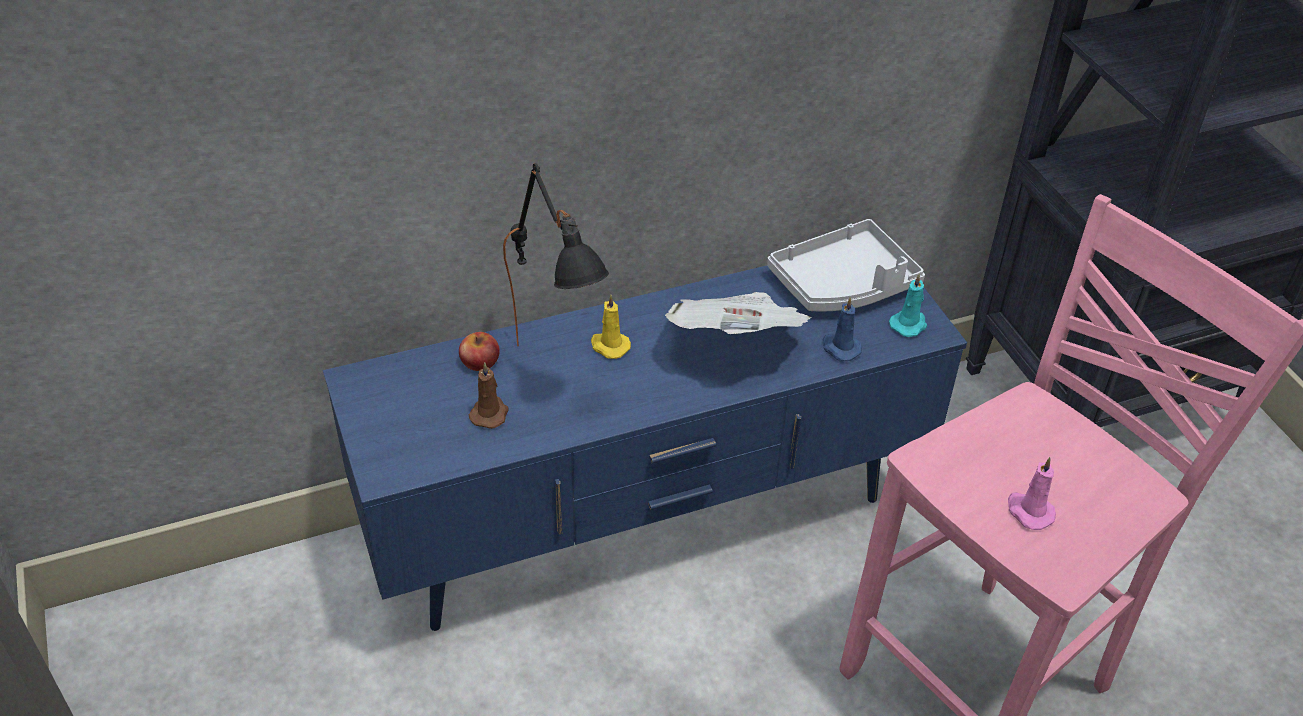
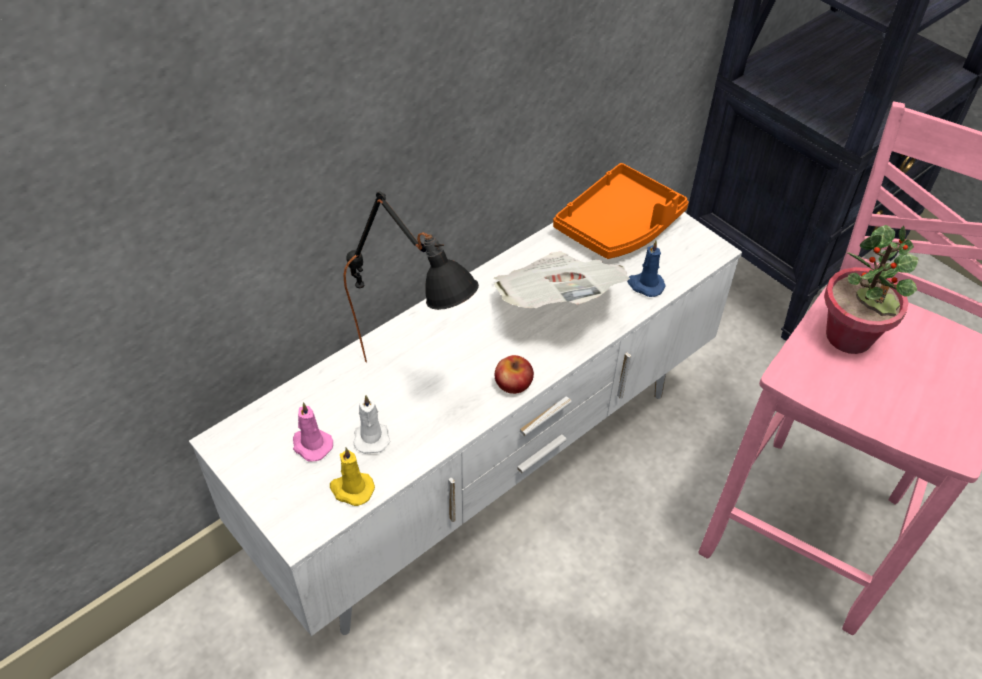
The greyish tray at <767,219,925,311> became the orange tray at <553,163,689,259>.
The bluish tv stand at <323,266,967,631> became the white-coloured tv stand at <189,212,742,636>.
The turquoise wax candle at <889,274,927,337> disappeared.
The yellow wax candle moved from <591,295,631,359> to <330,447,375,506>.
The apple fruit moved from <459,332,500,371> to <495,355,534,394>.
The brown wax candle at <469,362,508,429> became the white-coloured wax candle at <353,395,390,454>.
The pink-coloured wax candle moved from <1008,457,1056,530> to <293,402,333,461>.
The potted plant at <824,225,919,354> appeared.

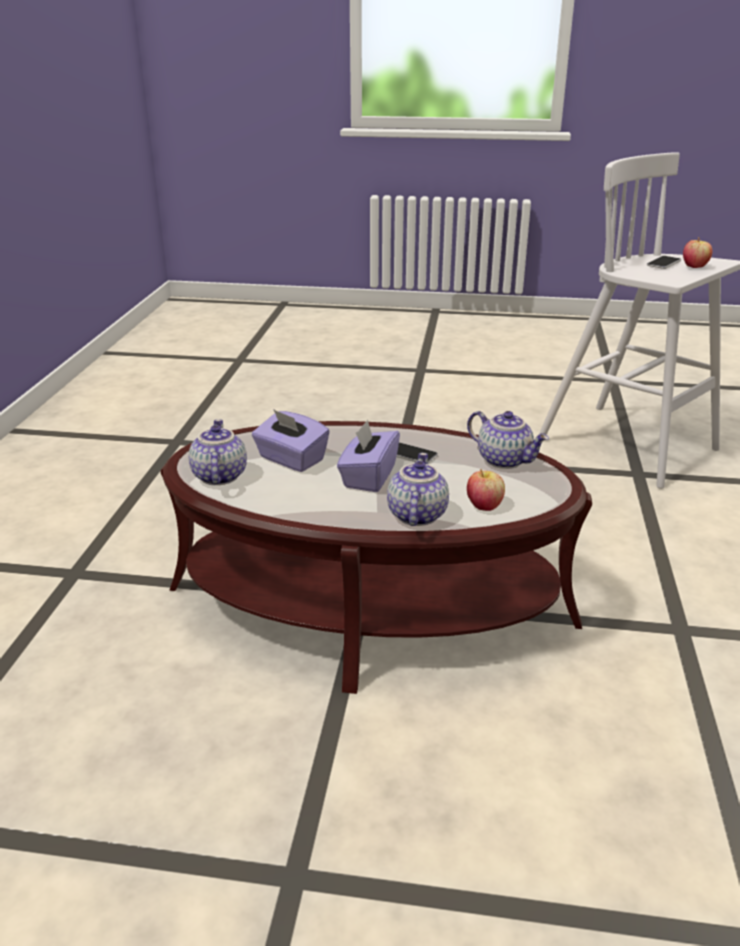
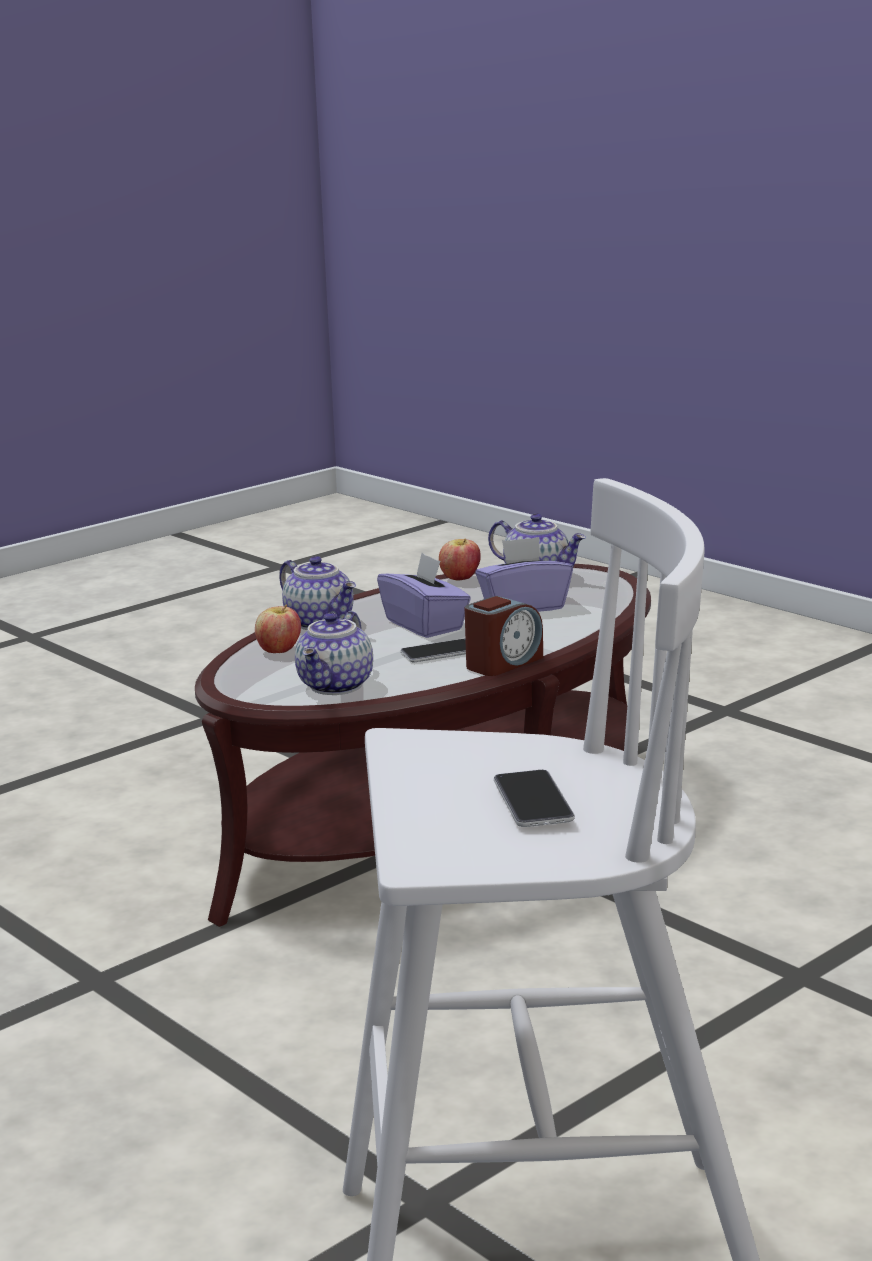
The apple fruit moved from <683,237,712,268> to <439,539,481,580>.
The pot for tea at <467,411,549,469> turned 60 degrees counterclockwise.
The table clock at <465,596,543,676> appeared.

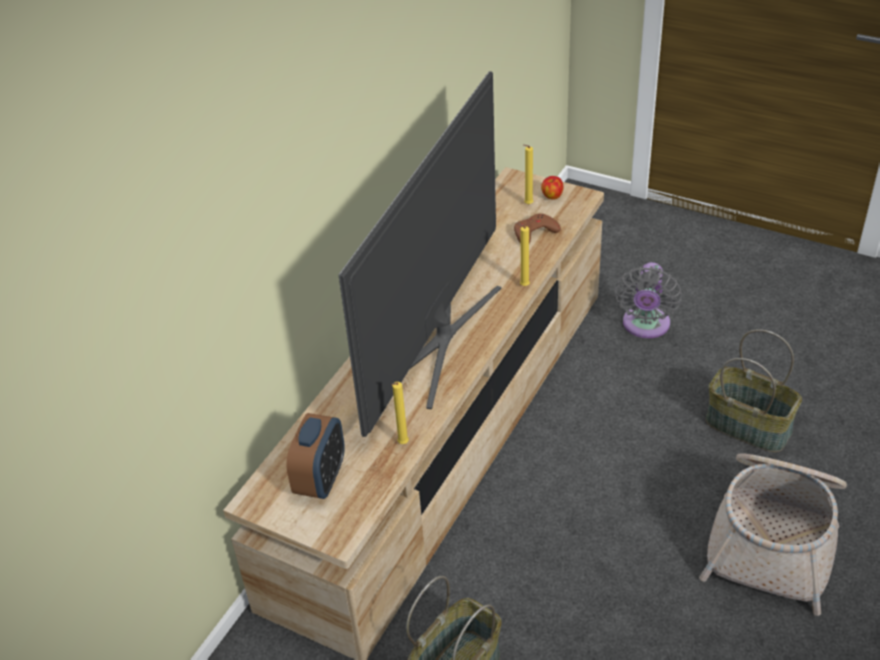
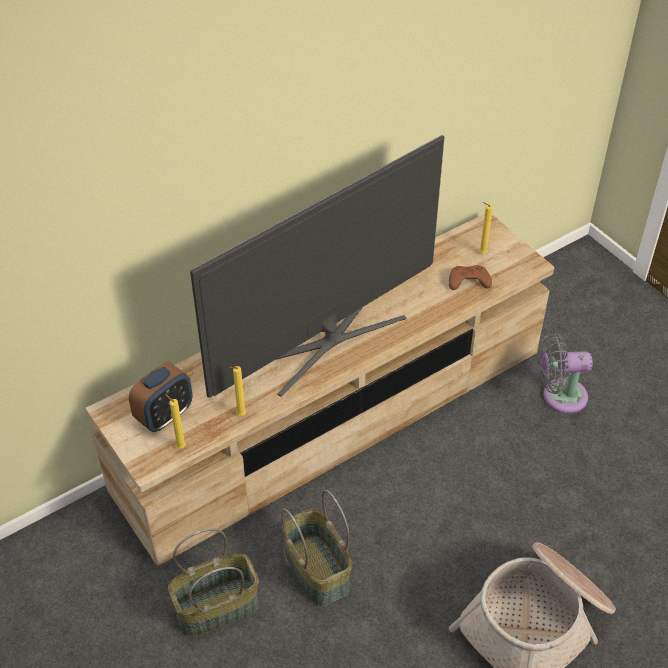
The apple fruit at <541,176,563,200> disappeared.
The yellow wax candle moved from <517,223,530,286> to <165,394,186,449>.
The greyish electric fan at <615,262,682,338> turned 45 degrees clockwise.
The storage basket moved from <706,329,802,452> to <281,490,352,606>.

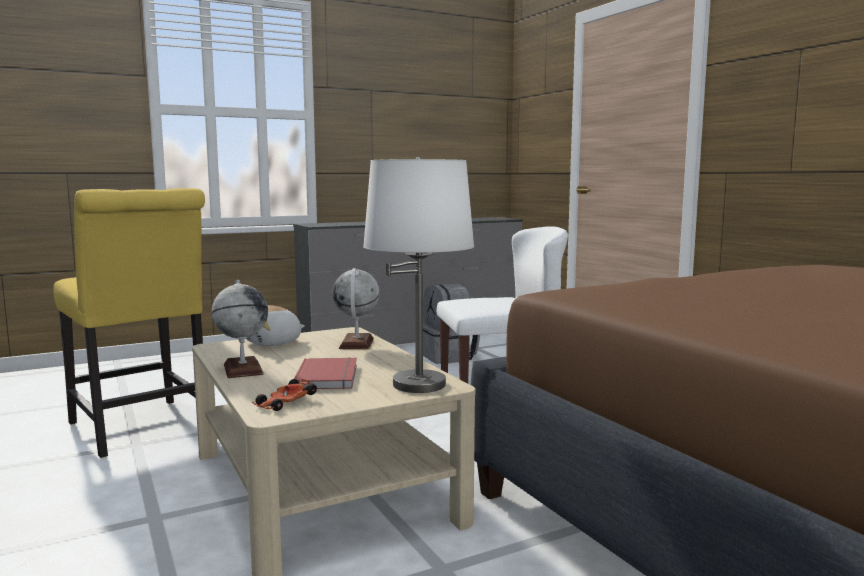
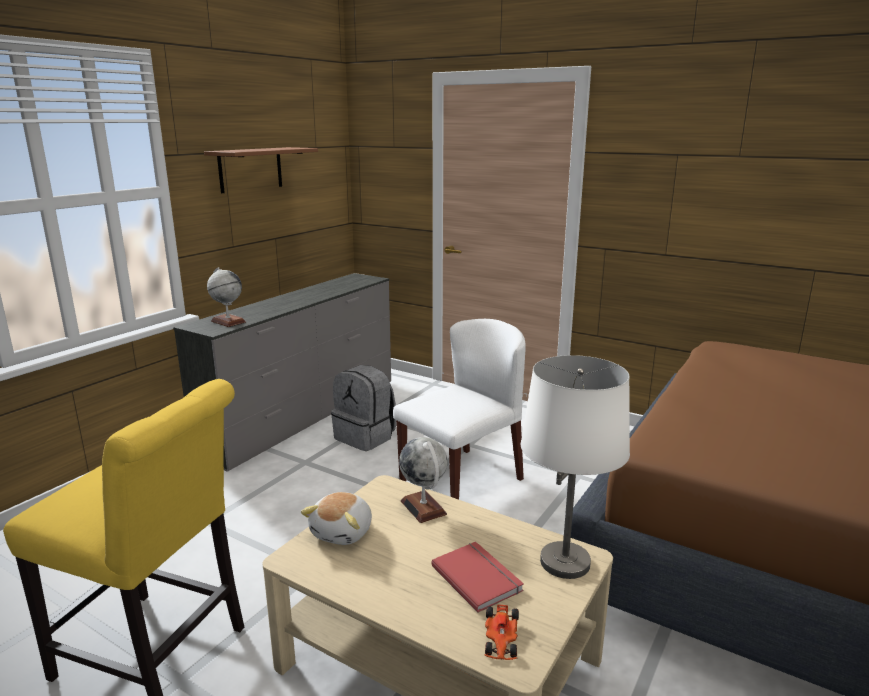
The desk globe moved from <212,280,268,378> to <207,267,246,327>.
The brown bracket shelf at <204,147,318,193> appeared.

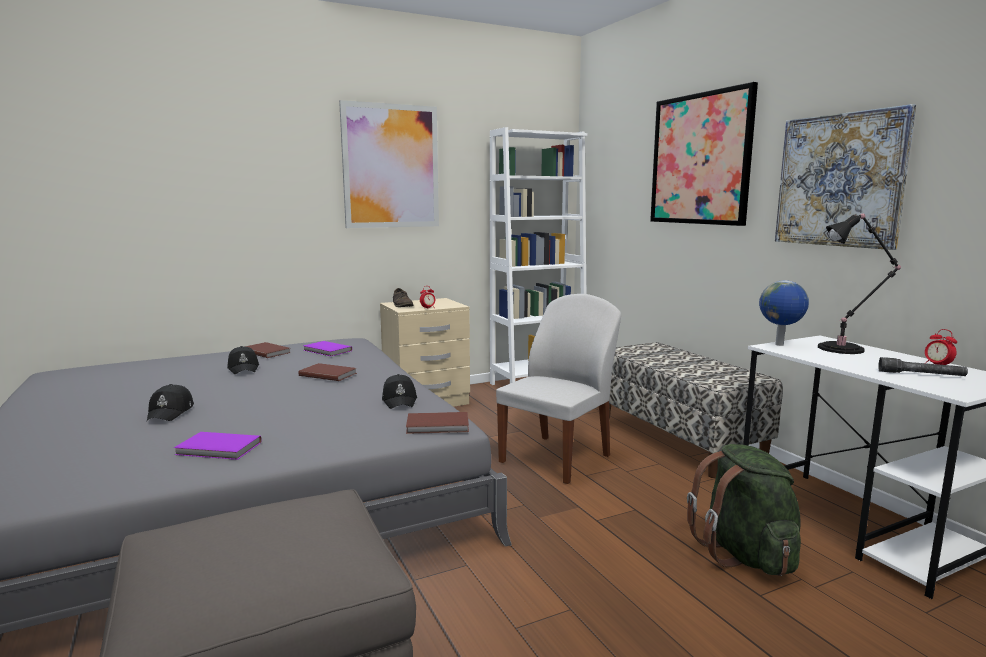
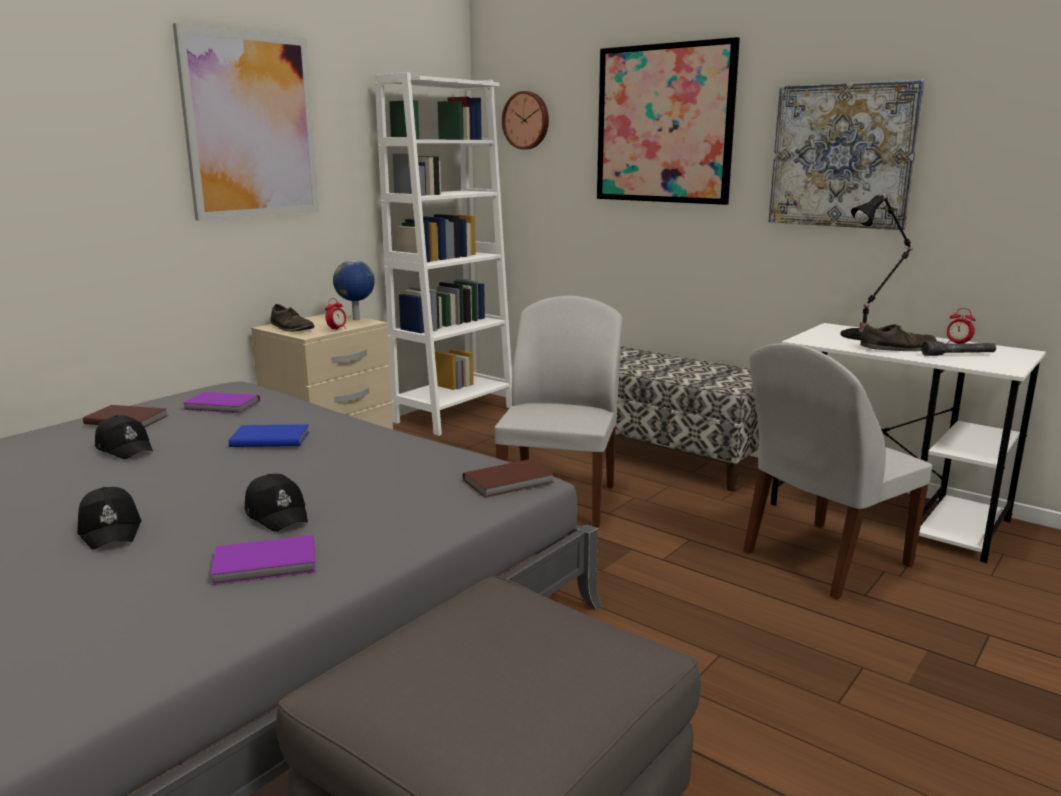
The desk globe moved from <759,280,809,346> to <333,260,375,320>.
The brown book at <298,363,357,381> became the bluish book at <229,424,309,447>.
The blackish baseball cap moved from <382,374,417,409> to <245,474,308,532>.
The green rucksack at <687,444,801,576> was replaced by the white-coloured plain chair at <743,344,932,599>.
The wall clock at <502,91,549,149> appeared.
The brown item of footwear at <860,324,937,351> appeared.

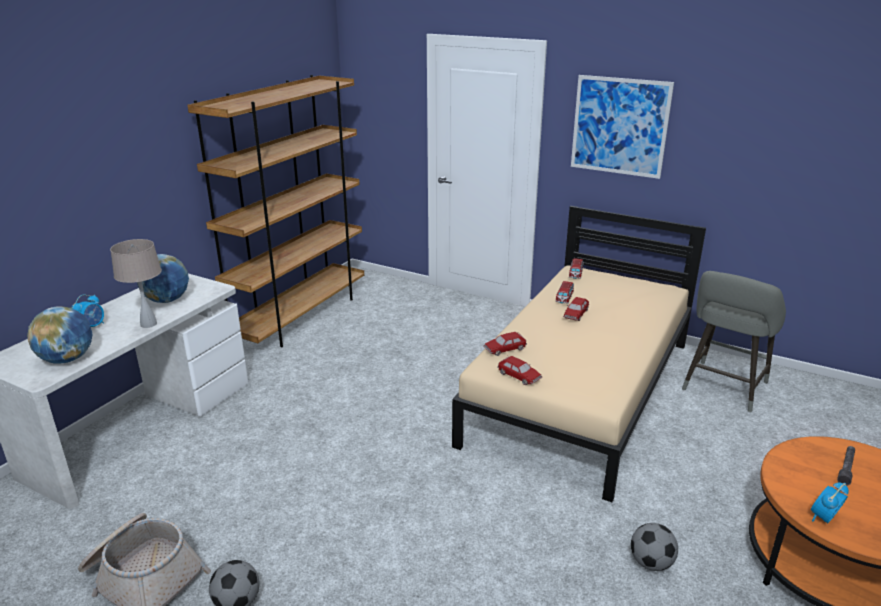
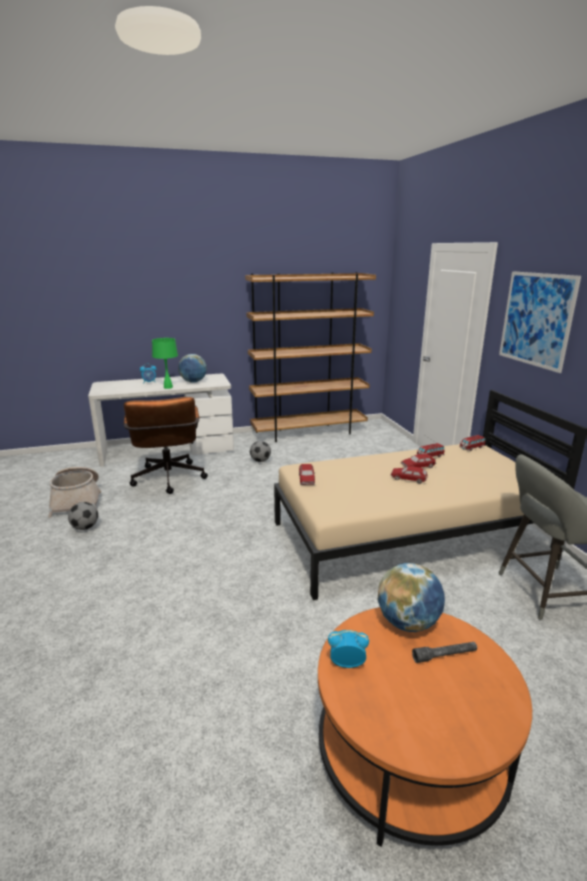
The beige lamp for a table at <110,239,162,328> became the green lamp for a table at <152,338,178,389>.
The desk globe moved from <27,306,93,363> to <378,563,445,632>.
The model car moved from <483,332,527,356> to <391,466,428,484>.
The football ball moved from <631,523,678,571> to <250,441,271,462>.
The brown office chair at <124,397,208,494> appeared.

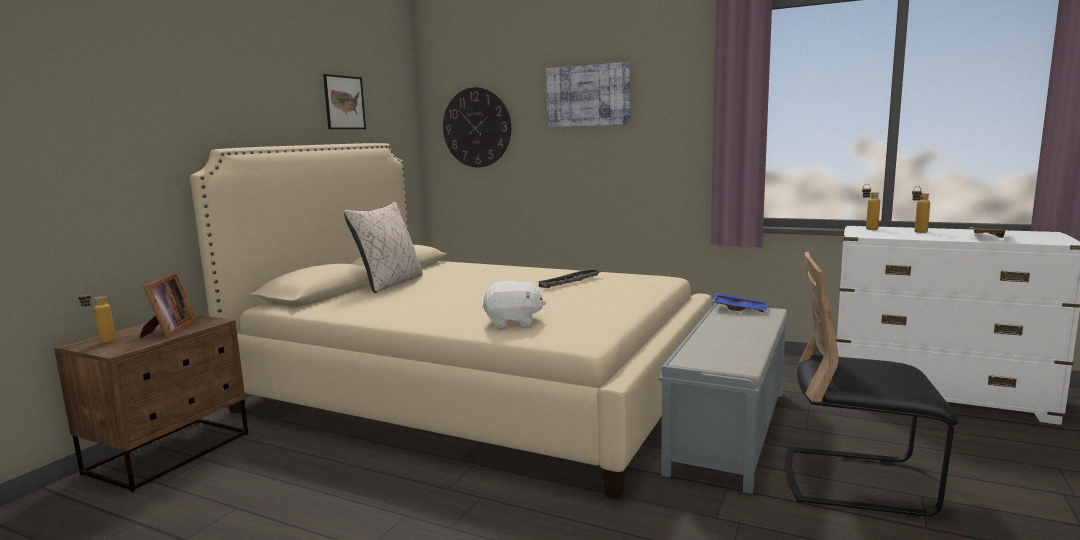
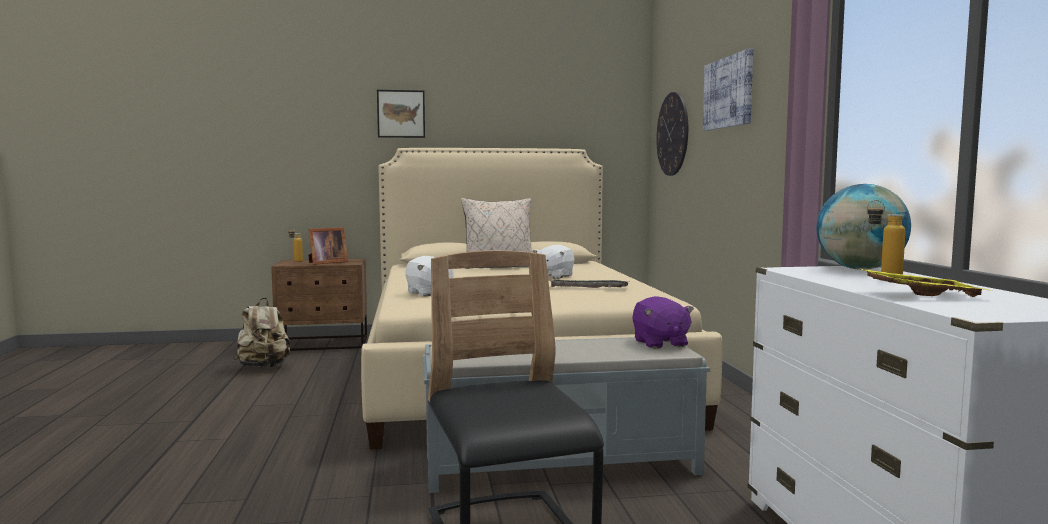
The wall art moved from <323,74,366,129> to <377,90,425,138>.
The bottle at <862,184,880,230> was replaced by the desk globe at <816,184,911,270>.
The bluish tray at <712,293,768,313> was replaced by the purple-coloured soft toy at <632,296,694,349>.
The white-coloured soft toy at <533,245,575,279> appeared.
The beige rucksack at <233,298,291,368> appeared.

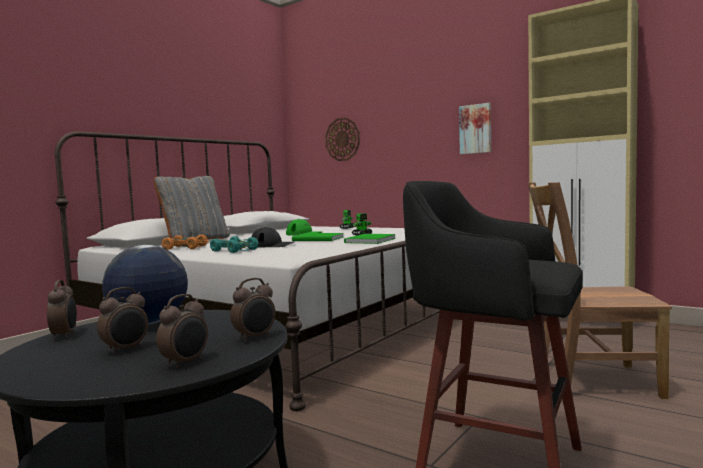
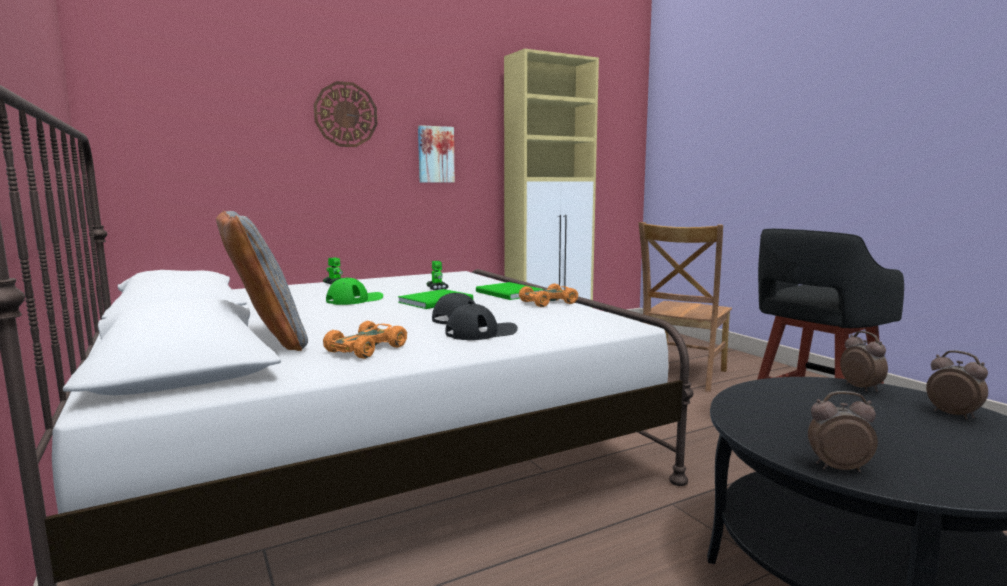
The wall clock moved from <325,117,360,161> to <314,81,378,147>.
The turquoise model car at <210,236,258,253> was replaced by the blackish baseball cap at <446,304,518,340>.
The desk globe at <102,245,188,324> disappeared.
The table clock at <97,287,148,354> disappeared.
The orange model car at <519,284,578,307> appeared.

